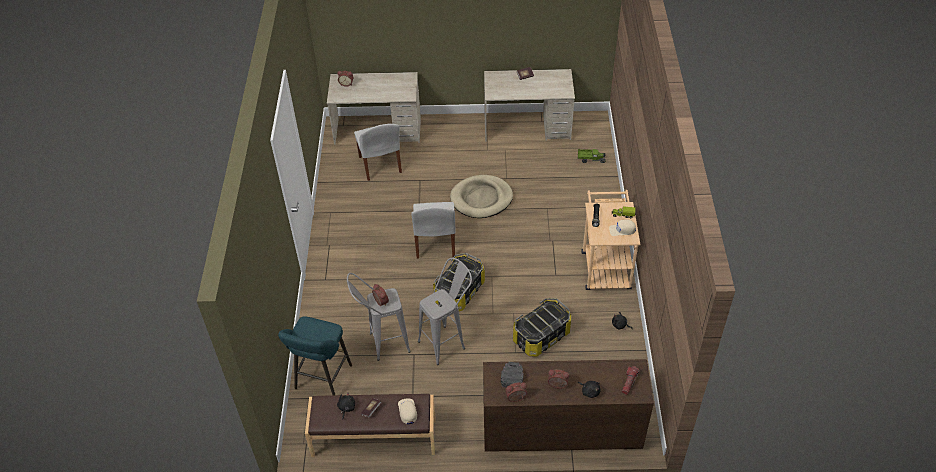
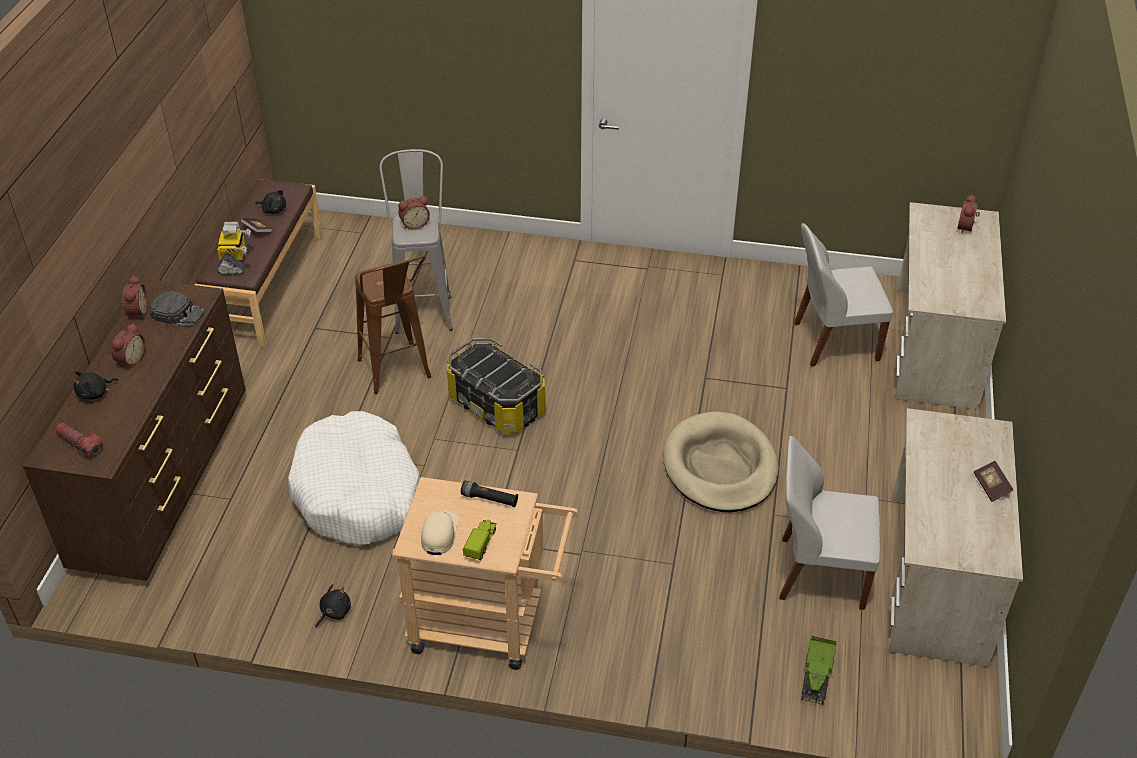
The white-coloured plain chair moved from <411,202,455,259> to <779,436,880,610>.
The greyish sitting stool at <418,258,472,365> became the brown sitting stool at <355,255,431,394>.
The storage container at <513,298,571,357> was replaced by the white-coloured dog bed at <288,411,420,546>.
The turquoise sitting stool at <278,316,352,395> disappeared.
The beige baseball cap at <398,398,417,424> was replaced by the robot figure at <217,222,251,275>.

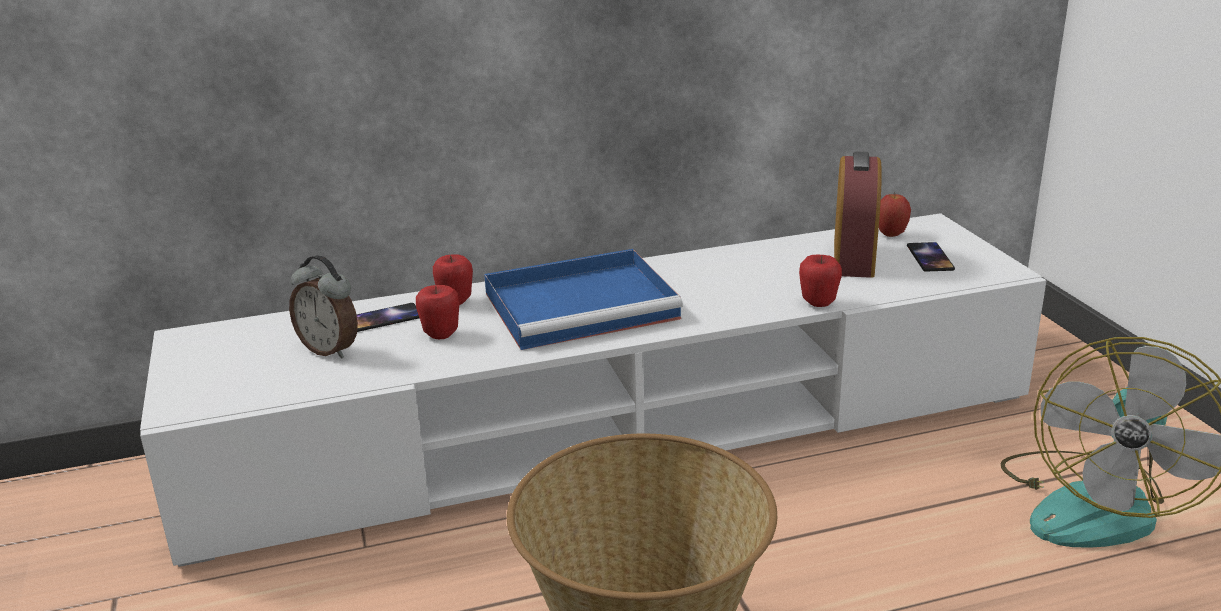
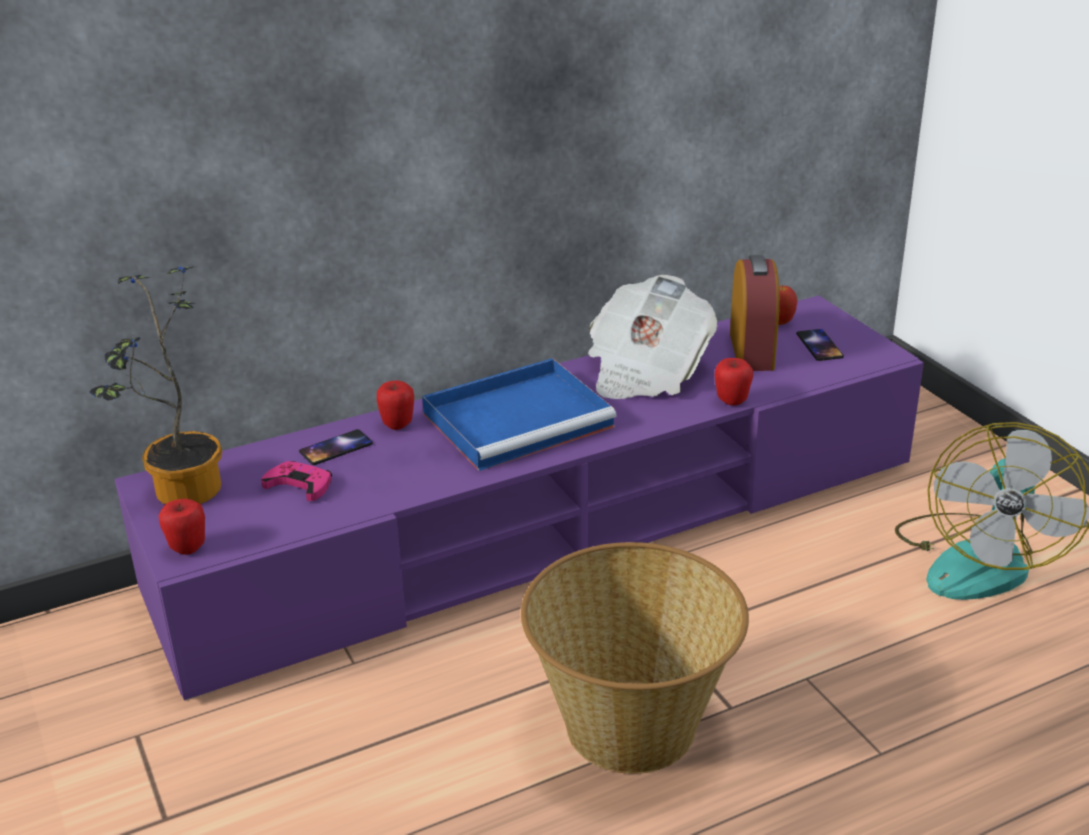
The white-coloured tv stand at <140,213,1047,567> became the purple-coloured tv stand at <114,296,924,700>.
The table clock at <289,255,358,359> was replaced by the pink-coloured gamepad at <261,461,332,501>.
The apple fruit moved from <416,285,460,339> to <159,499,205,555>.
The potted plant at <90,266,222,504> appeared.
The printed paper at <588,275,717,399> appeared.

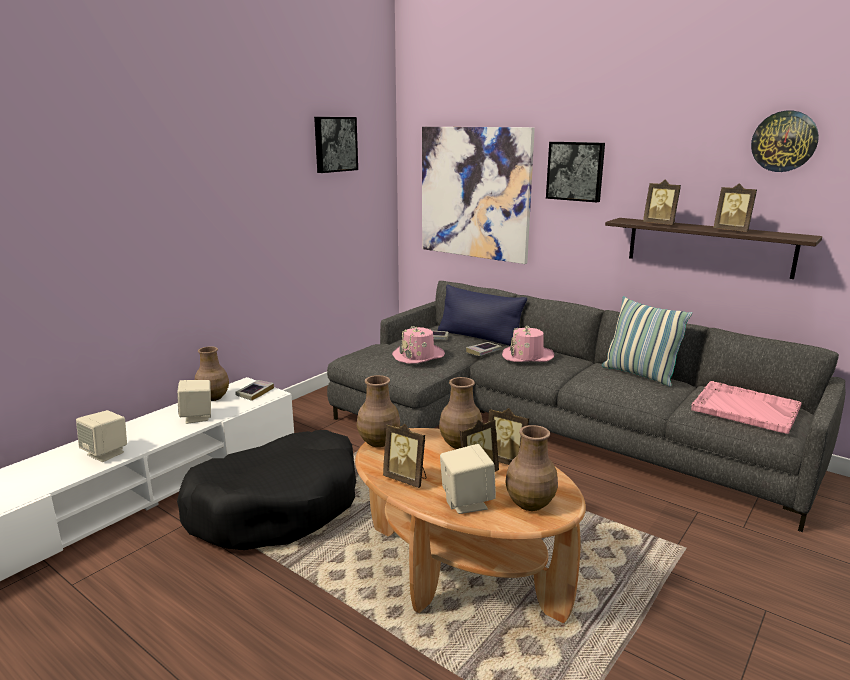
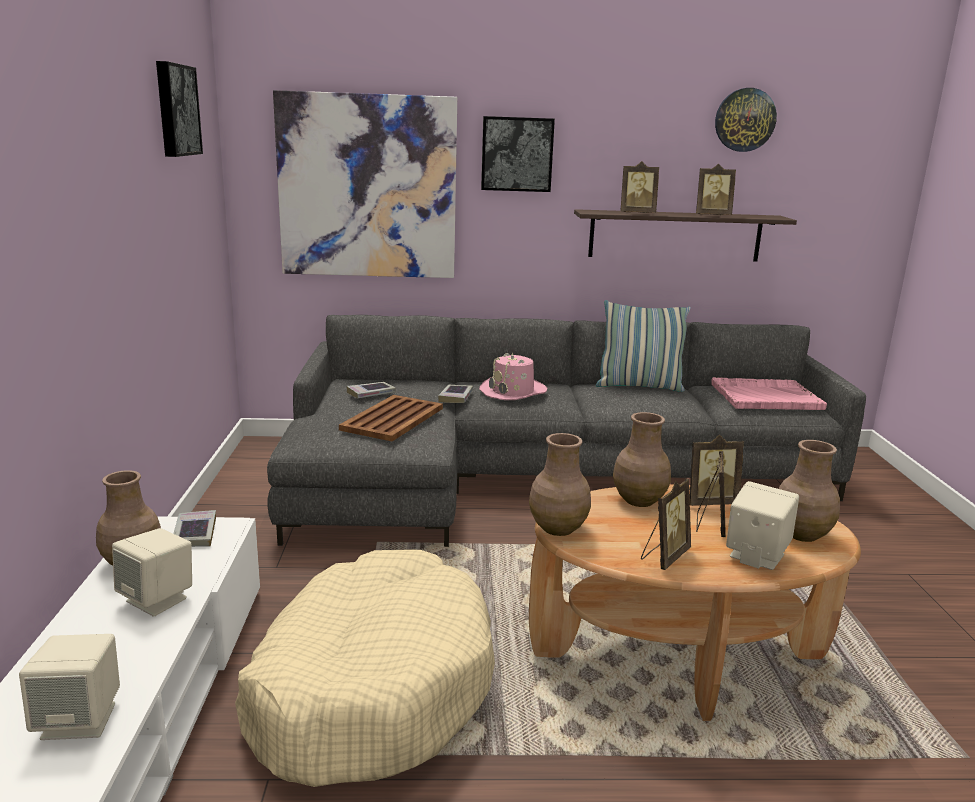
The bluish cushion at <438,285,527,346> disappeared.
The pink-coloured hat at <392,326,445,364> was replaced by the brown tray at <339,395,443,441>.
The picture frame at <383,424,427,488> turned 45 degrees counterclockwise.
The blackish dog bed at <177,430,356,550> became the beige dog bed at <235,549,495,787>.

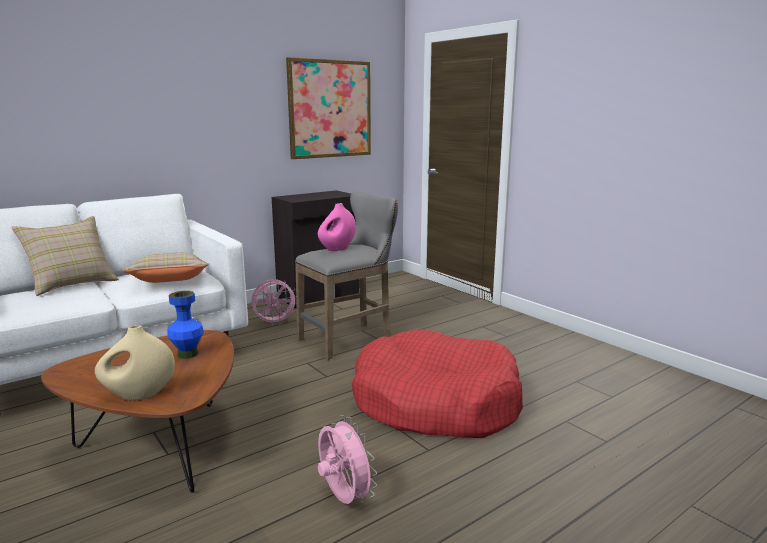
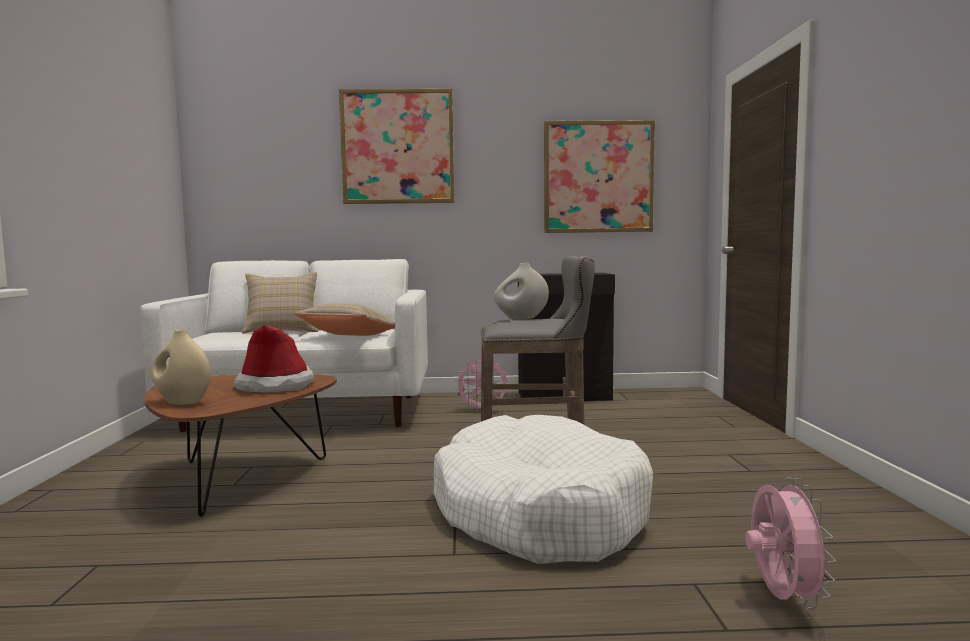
The pink-coloured vase at <318,203,356,251> became the white-coloured vase at <494,263,549,319>.
The bluish vase at <167,291,204,359> was replaced by the hat at <234,325,314,392>.
The reddish dog bed at <352,329,523,438> became the white-coloured dog bed at <434,415,653,564>.
The pink-coloured electric fan moved from <318,415,377,504> to <745,477,836,609>.
The wall art at <339,88,454,204> appeared.

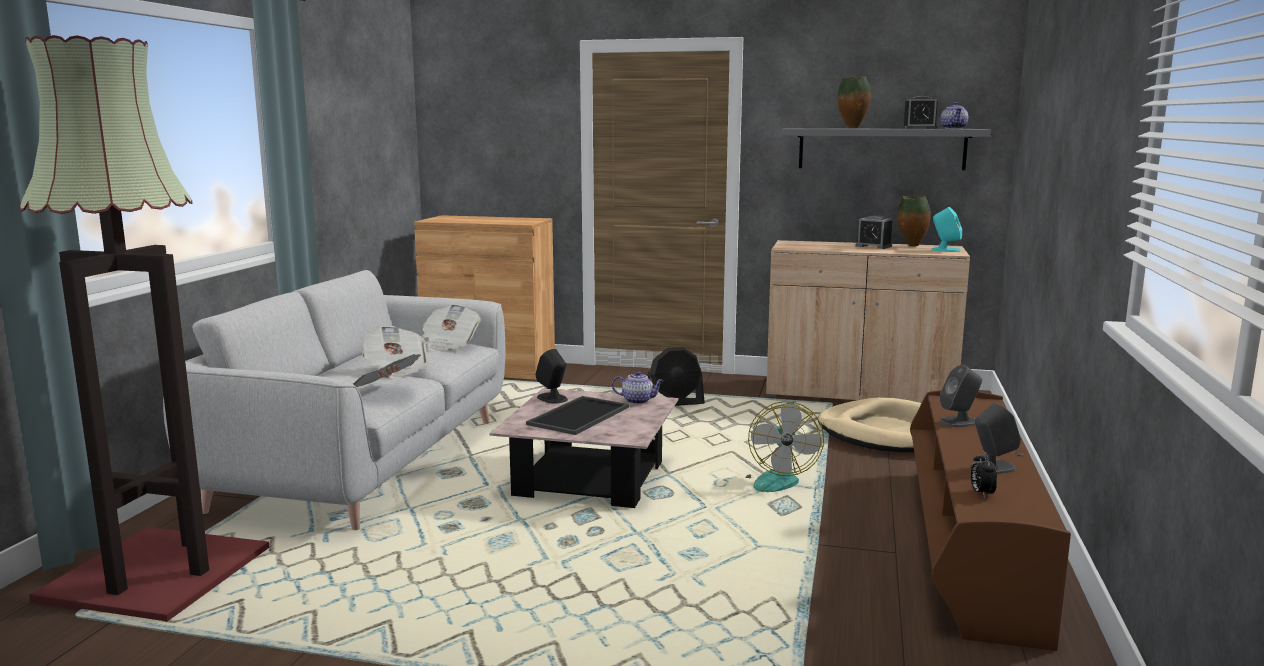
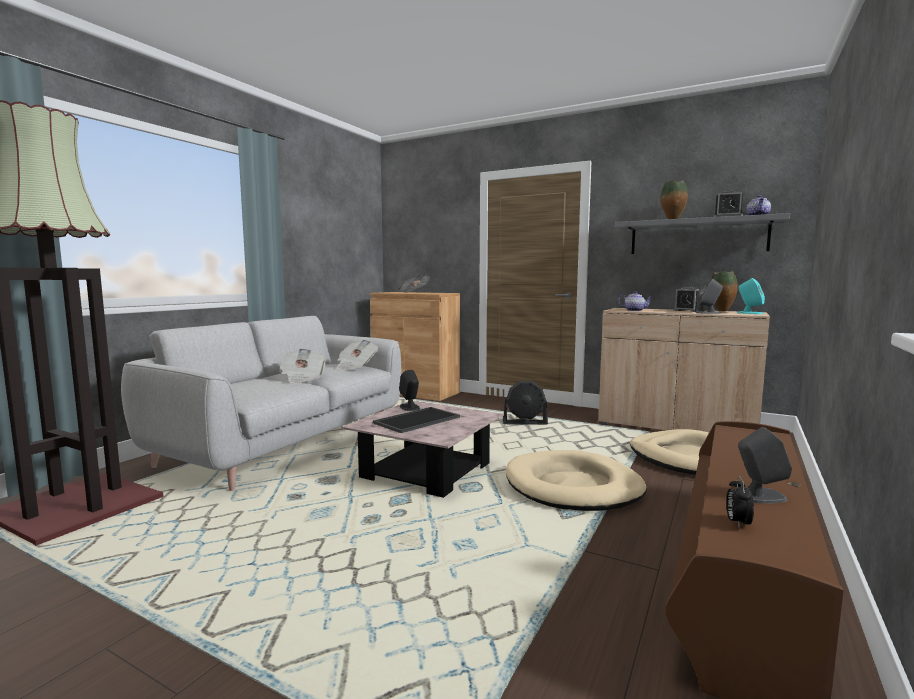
The printed paper moved from <353,354,421,387> to <398,274,430,293>.
The greyish audio speaker moved from <939,365,982,427> to <696,278,723,314>.
The pot for tea moved from <612,371,664,404> to <618,291,652,311>.
The electric fan at <746,401,824,492> was replaced by the beige dog bed at <506,450,647,511>.

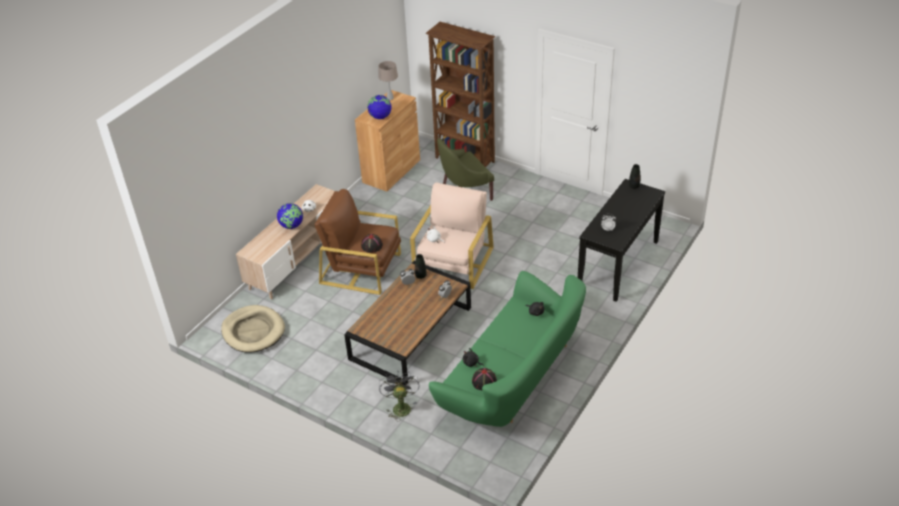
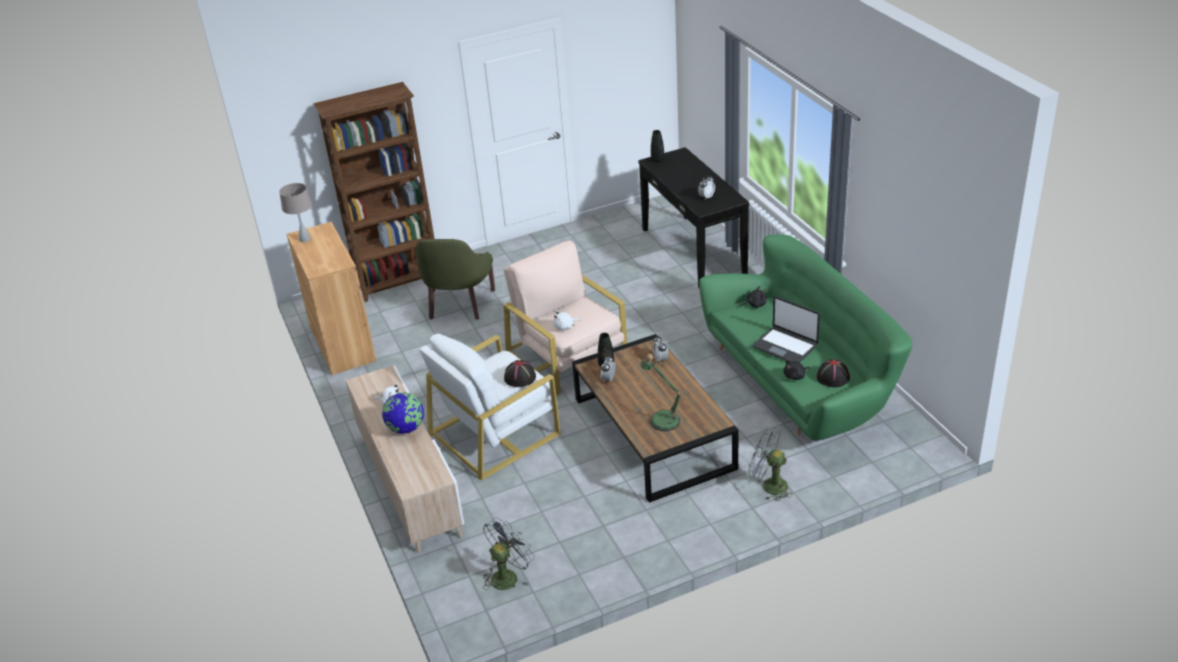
The desk globe at <367,95,391,119> disappeared.
The brown easy chair at <314,189,401,295> became the white-coloured easy chair at <420,334,561,481>.
The beige dog bed at <221,305,285,353> was replaced by the greyish electric fan at <483,517,535,590>.
The notebook computer at <753,296,820,363> appeared.
The lamp for a table at <641,354,682,431> appeared.

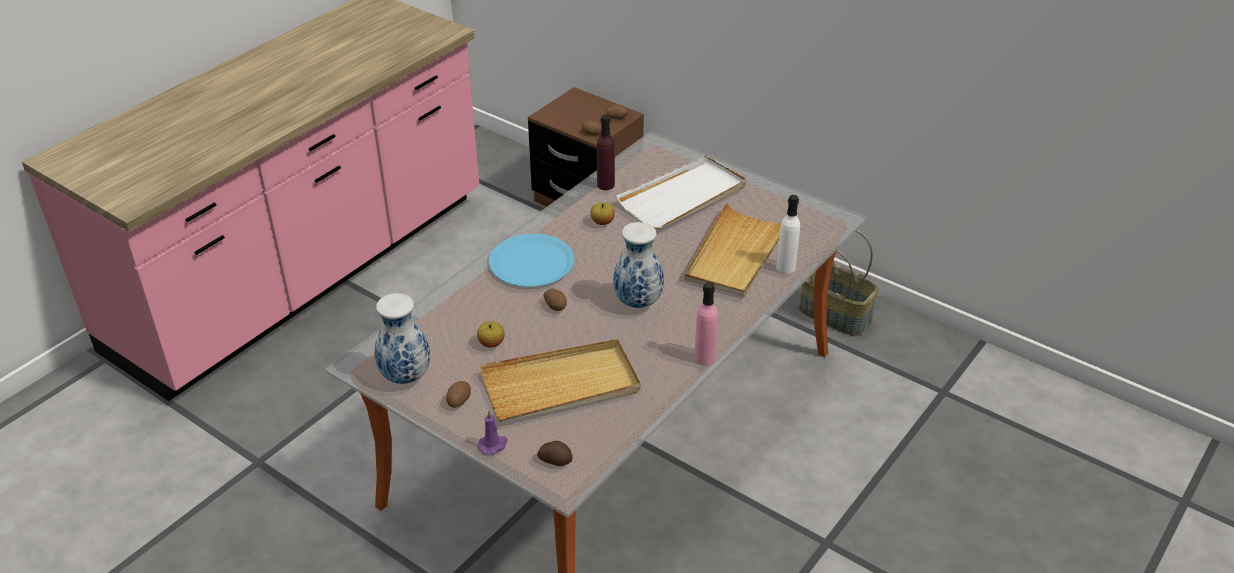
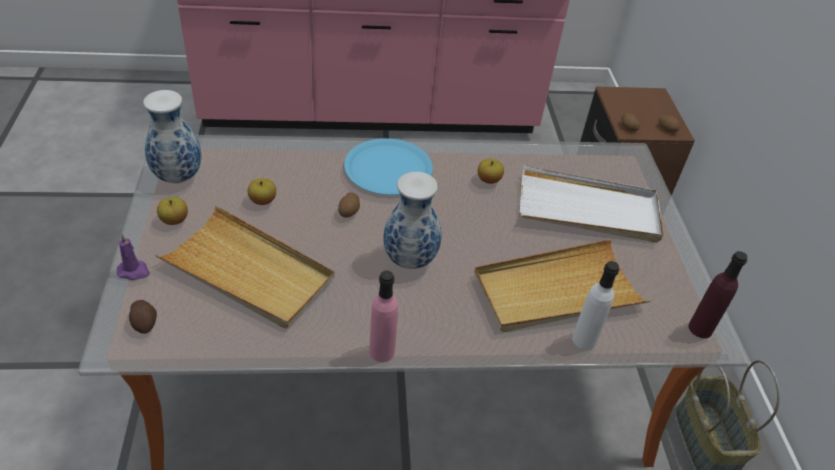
The purple-coloured bottle moved from <597,115,615,190> to <689,251,748,338>.
The spud at <446,381,471,408> was replaced by the apple fruit at <157,197,188,225>.

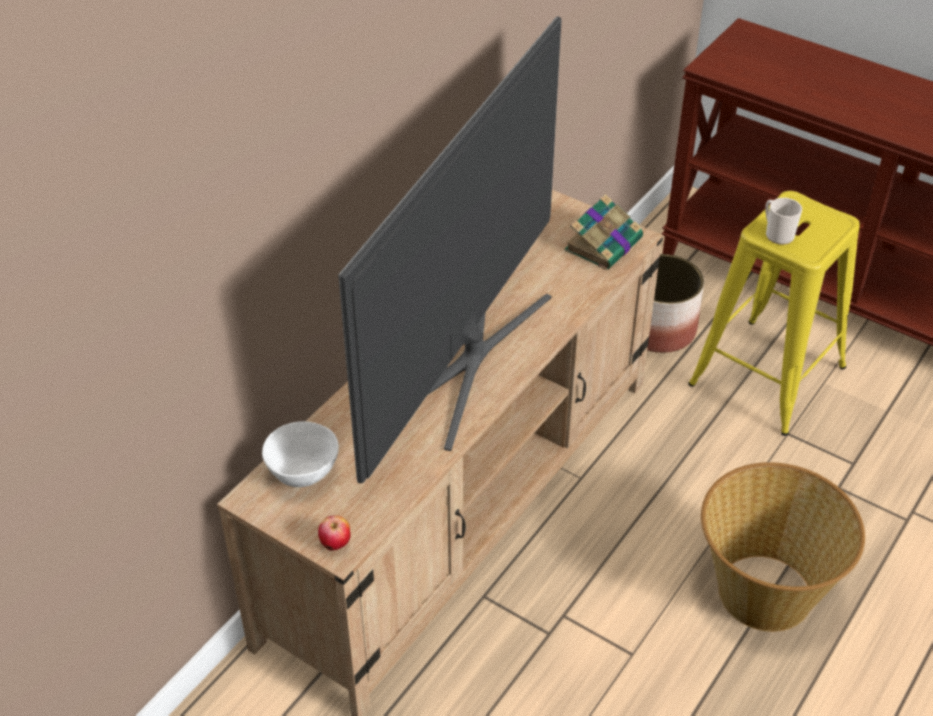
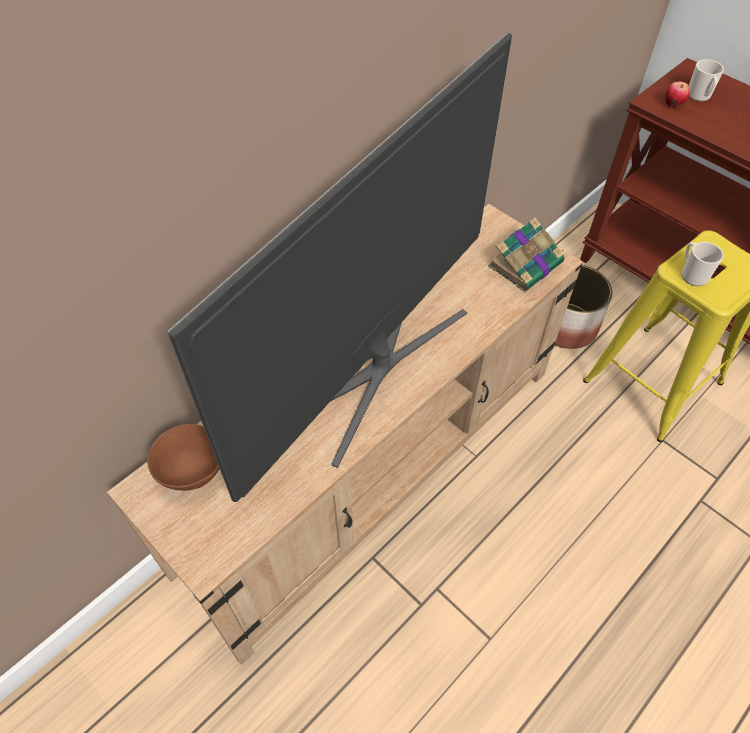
The white-coloured bowl at <262,422,339,487> became the brown bowl at <147,424,219,491>.
The storage basket at <701,462,865,632> disappeared.
The apple fruit moved from <318,515,350,551> to <665,81,690,107>.
The tea mug at <689,59,724,102> appeared.

